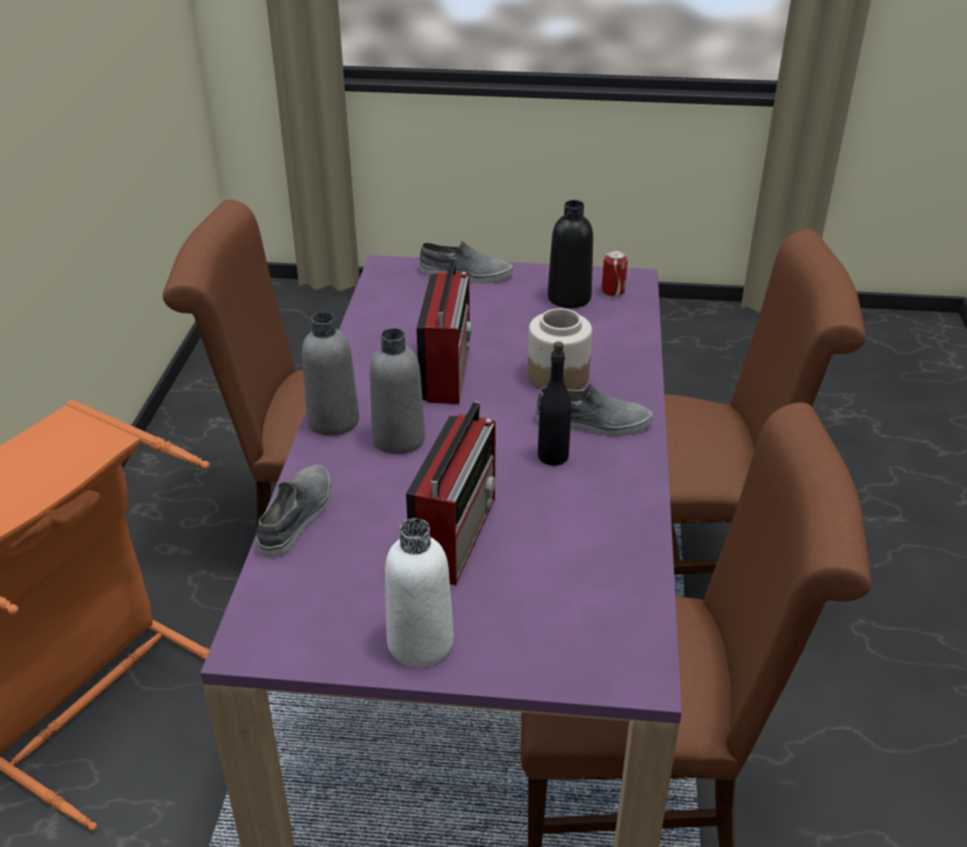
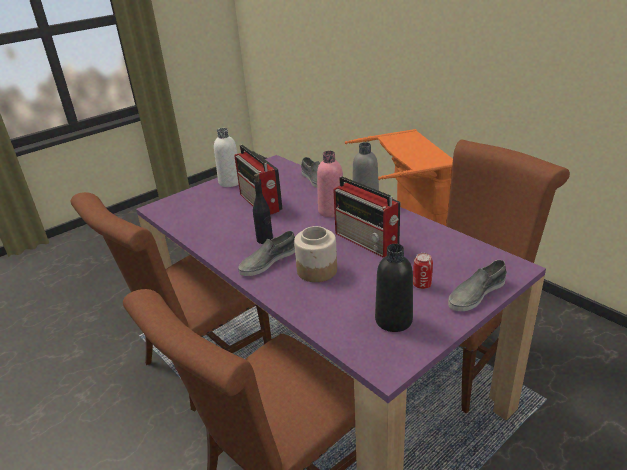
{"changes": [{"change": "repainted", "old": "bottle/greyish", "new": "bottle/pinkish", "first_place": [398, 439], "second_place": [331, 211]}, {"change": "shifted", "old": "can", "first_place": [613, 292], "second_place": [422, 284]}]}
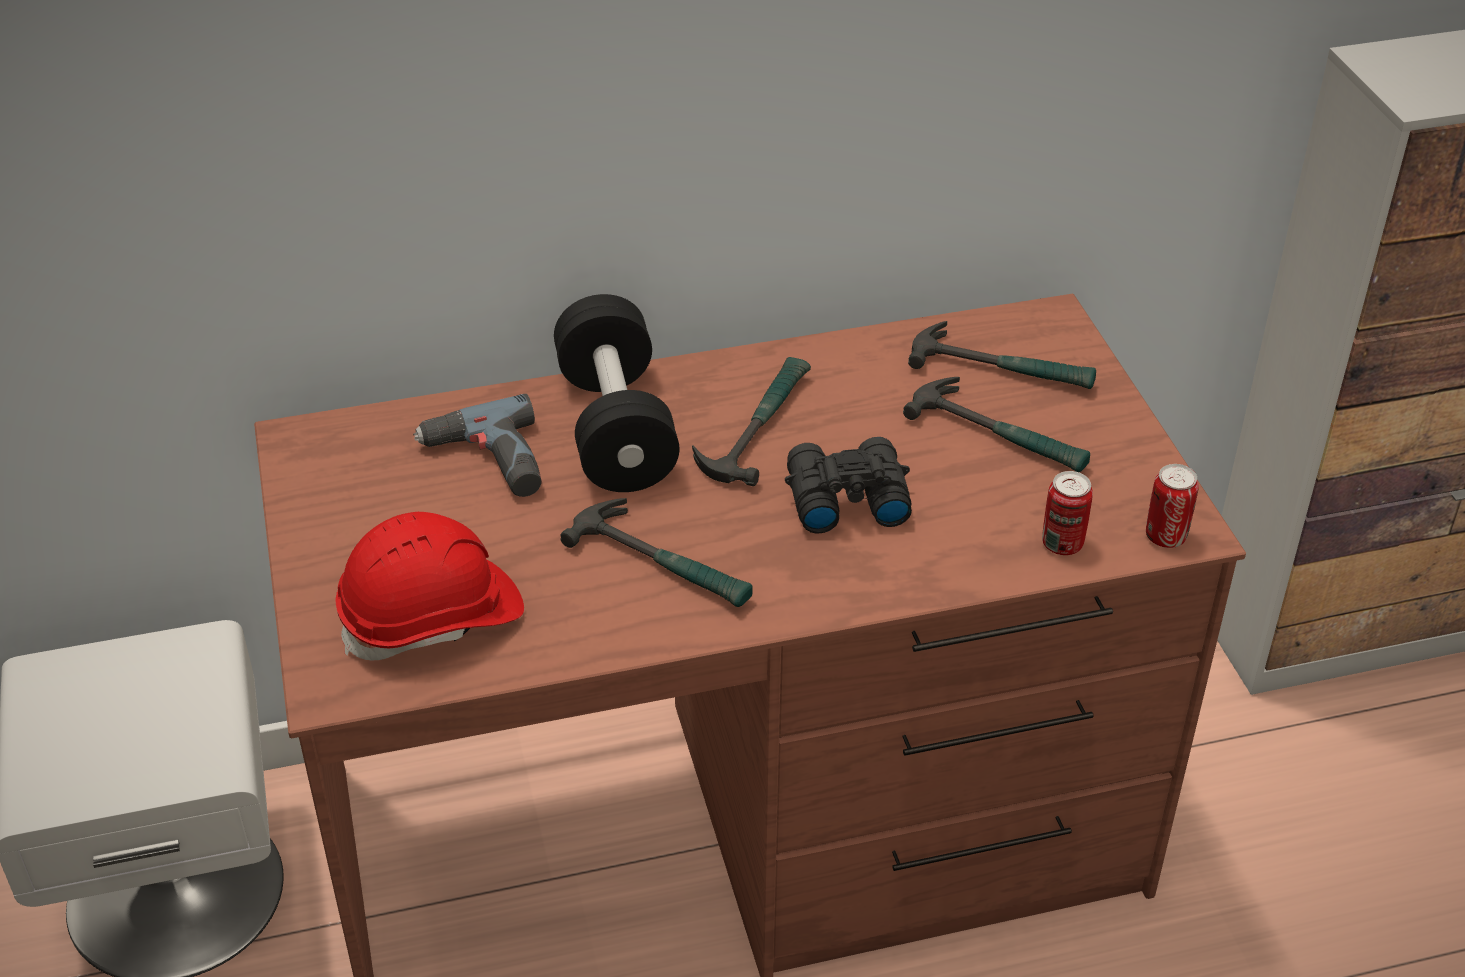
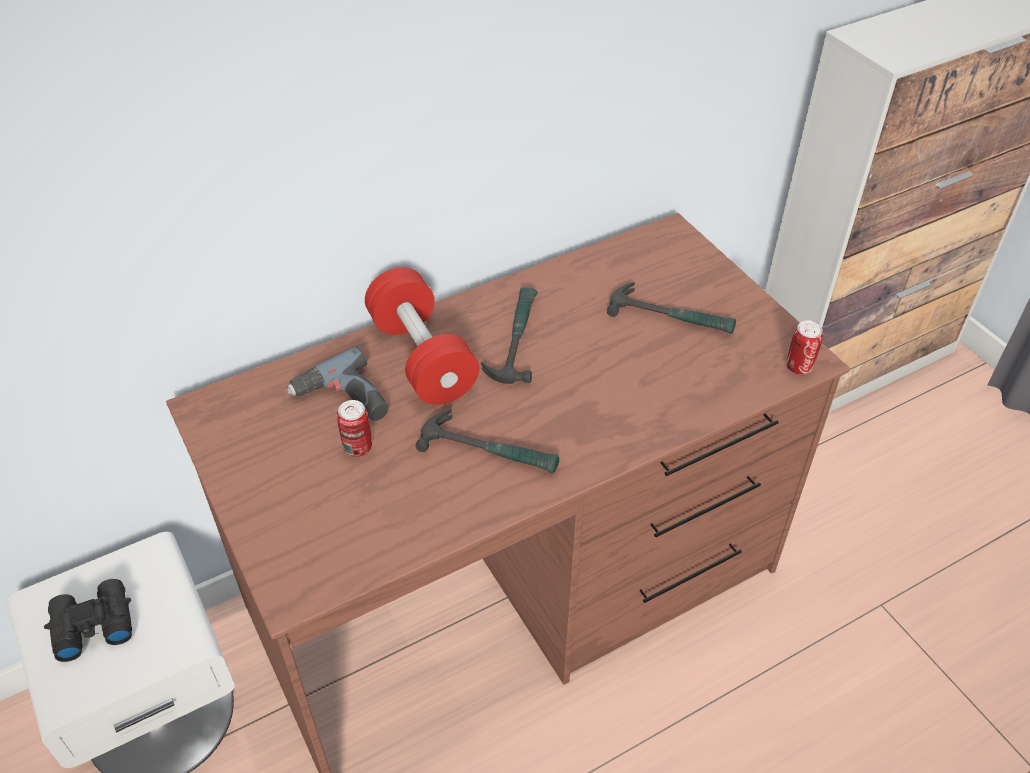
{"changes": [{"change": "shifted", "old": "pair of binoculars/black", "first_place": [844, 497], "second_place": [91, 625]}, {"change": "shifted", "old": "can", "first_place": [1062, 544], "second_place": [357, 447]}, {"change": "repainted", "old": "dumbbell/black", "new": "dumbbell/red-coloured", "first_place": [616, 428], "second_place": [422, 357]}, {"change": "gone", "old": "work helmet/red-coloured", "first_place": [433, 618]}, {"change": "gone", "old": "hammer", "first_place": [1002, 368]}]}
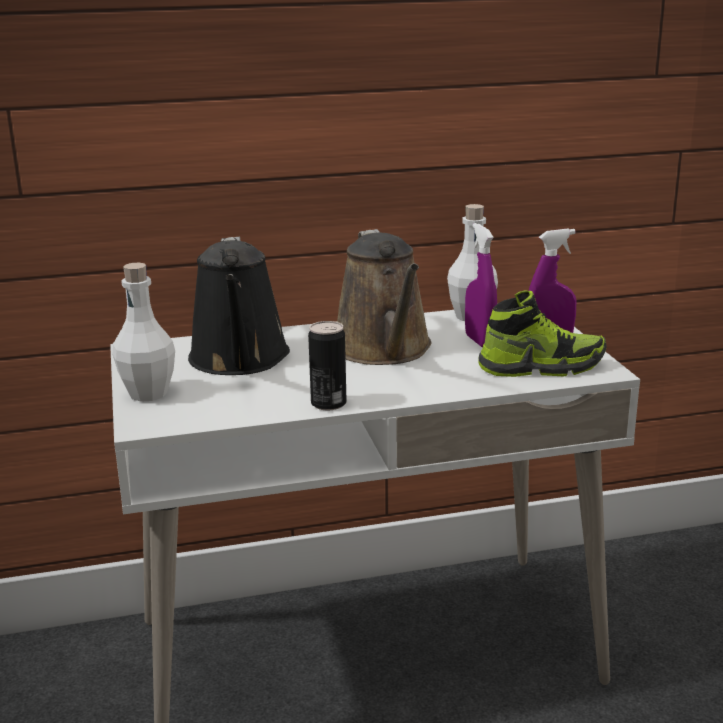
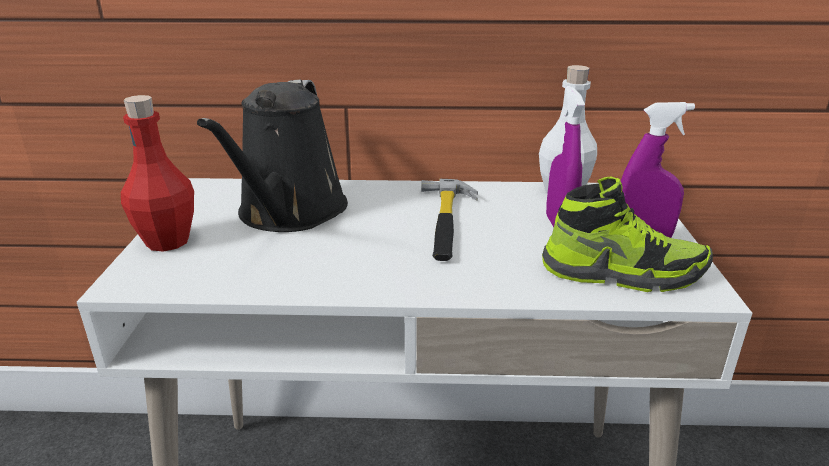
{"changes": [{"change": "repainted", "old": "bottle/white", "new": "bottle/red-coloured", "first_place": [148, 393], "second_place": [167, 241]}, {"change": "swapped", "old": "watering can/brown-coloured", "new": "hammer", "first_place": [384, 350], "second_place": [446, 222]}, {"change": "gone", "old": "can", "first_place": [328, 403]}]}
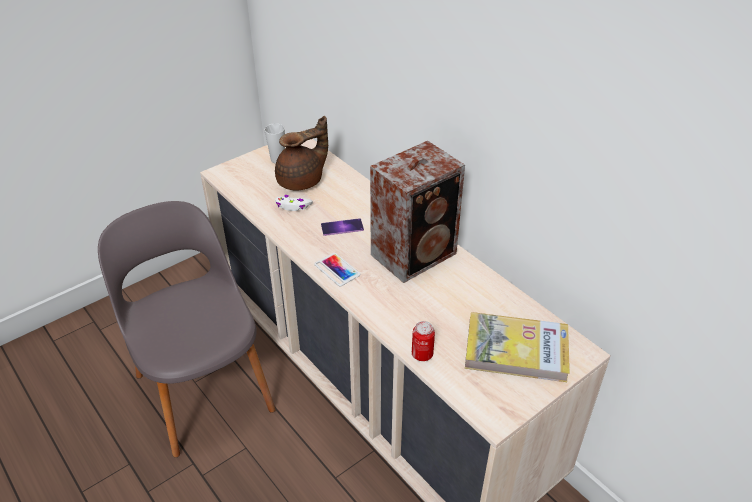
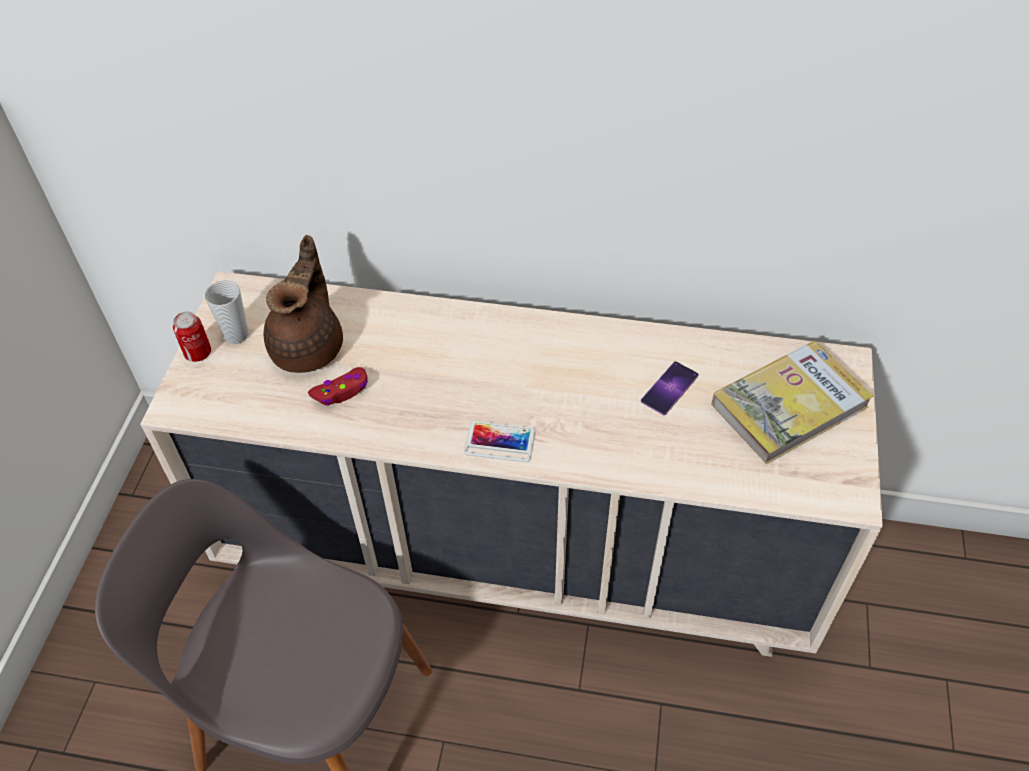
{"changes": [{"change": "shifted", "old": "can", "first_place": [422, 354], "second_place": [198, 353]}, {"change": "repainted", "old": "game controller/white", "new": "game controller/red-coloured", "first_place": [293, 206], "second_place": [341, 391]}, {"change": "shifted", "old": "handset", "first_place": [342, 227], "second_place": [669, 388]}, {"change": "gone", "old": "loudspeaker", "first_place": [416, 253]}]}
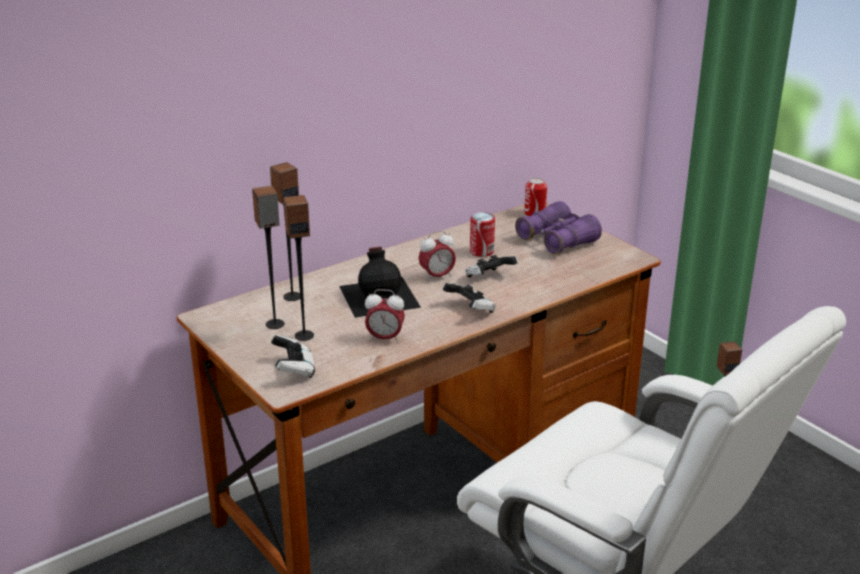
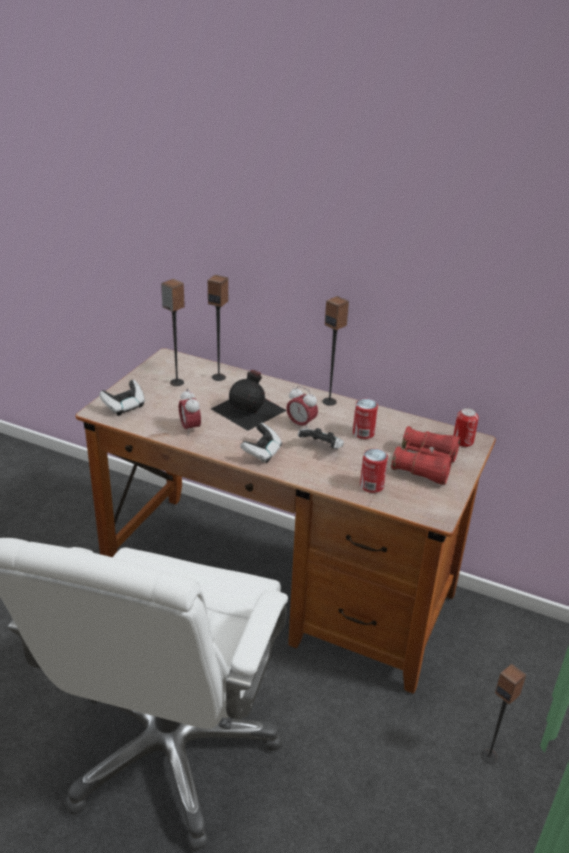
{"changes": [{"change": "shifted", "old": "loudspeaker", "first_place": [304, 335], "second_place": [329, 401]}, {"change": "new", "new": "can", "second_place": [371, 486]}, {"change": "repainted", "old": "pair of binoculars/purplish", "new": "pair of binoculars/red-coloured", "first_place": [557, 240], "second_place": [425, 465]}]}
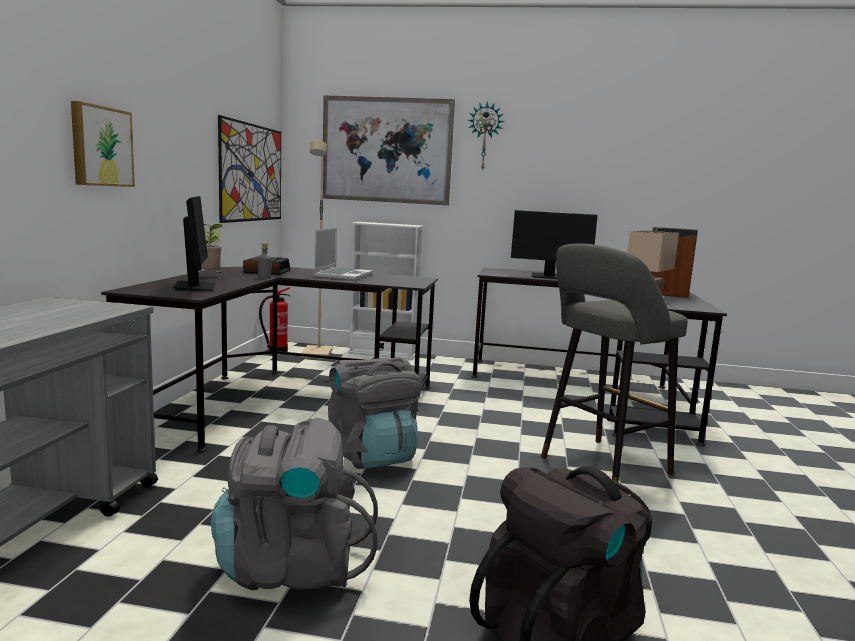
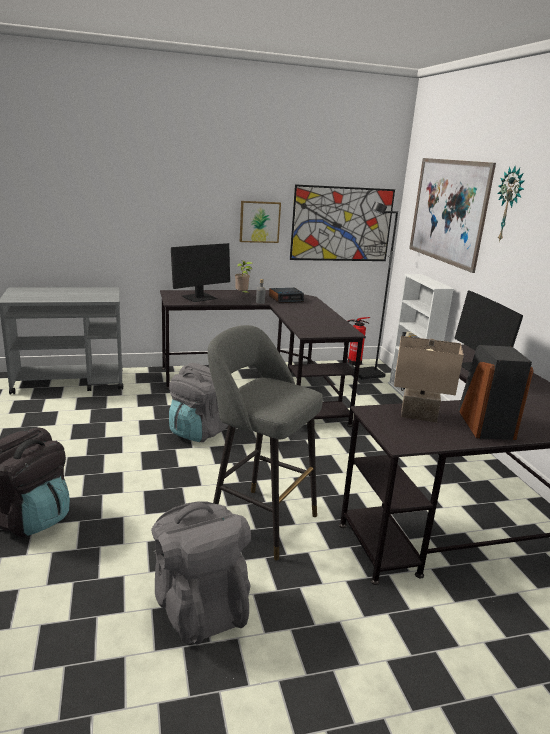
{"changes": [{"change": "shifted", "old": "backpack/greyish", "first_place": [292, 567], "second_place": [199, 605]}, {"change": "shifted", "old": "wall art", "first_place": [100, 146], "second_place": [259, 221]}, {"change": "repainted", "old": "standing lamp/beige-coloured", "new": "standing lamp/black", "first_place": [318, 354], "second_place": [367, 375]}, {"change": "gone", "old": "notebook computer", "first_place": [343, 275]}]}
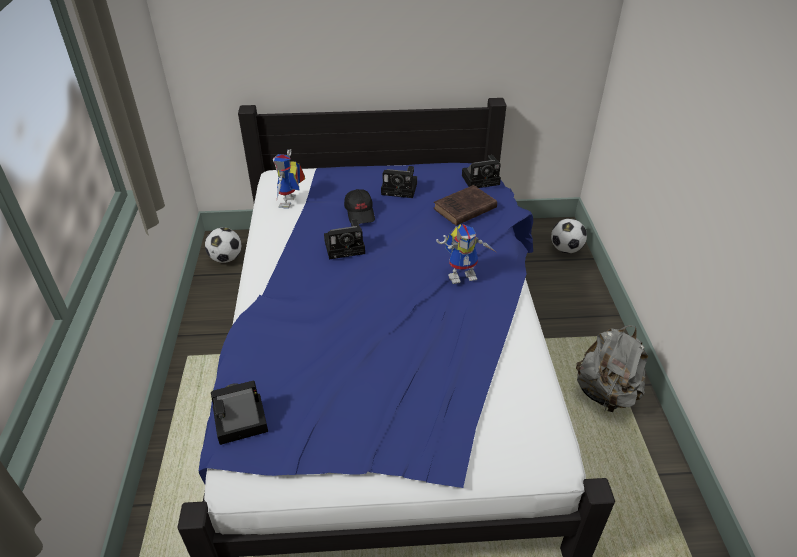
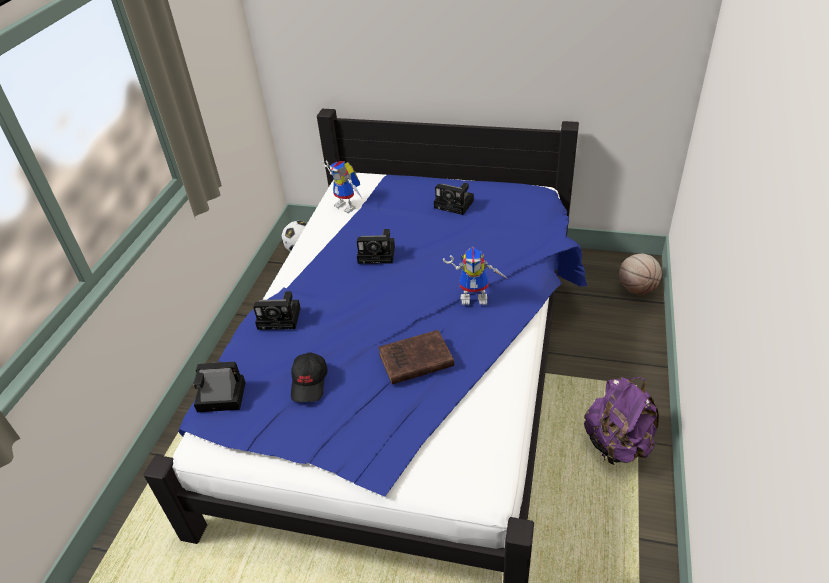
{"changes": [{"change": "shifted", "old": "photo camera", "first_place": [482, 179], "second_place": [281, 318]}, {"change": "shifted", "old": "baseball cap/black", "first_place": [360, 213], "second_place": [310, 383]}, {"change": "rotated", "old": "model robot", "first_place": [290, 203], "second_place": [348, 206], "degrees": -75}, {"change": "shifted", "old": "volume/brown-coloured", "first_place": [463, 209], "second_place": [414, 361]}, {"change": "repainted", "old": "backpack/greyish", "new": "backpack/purplish", "first_place": [606, 393], "second_place": [617, 445]}, {"change": "swapped", "old": "ball for football", "new": "basketball ball", "first_place": [566, 249], "second_place": [637, 288]}]}
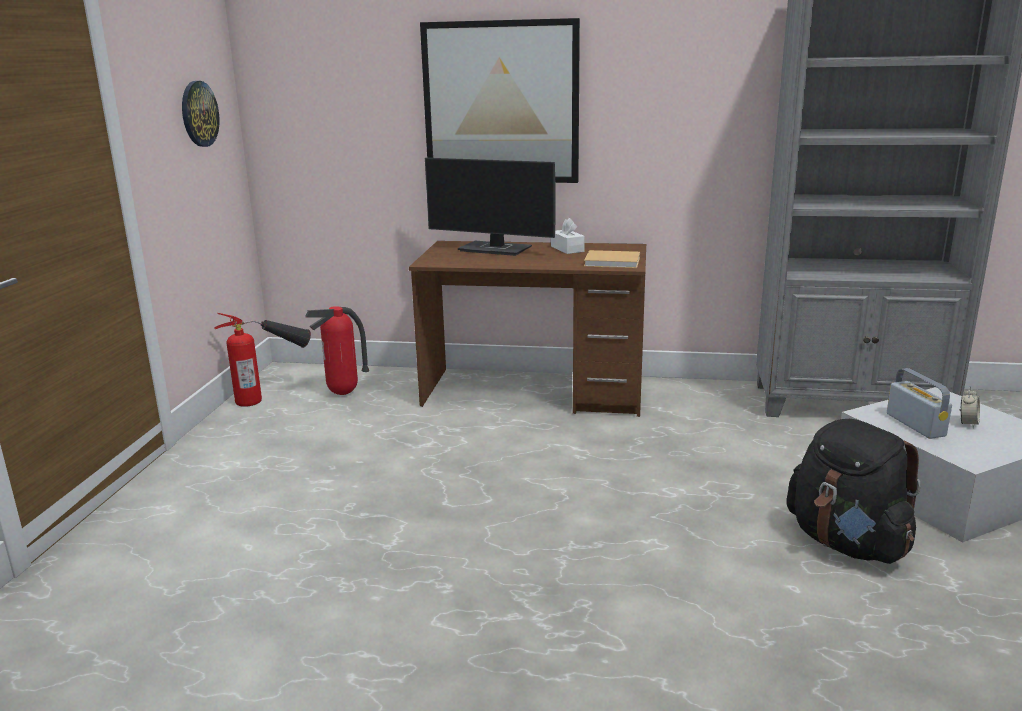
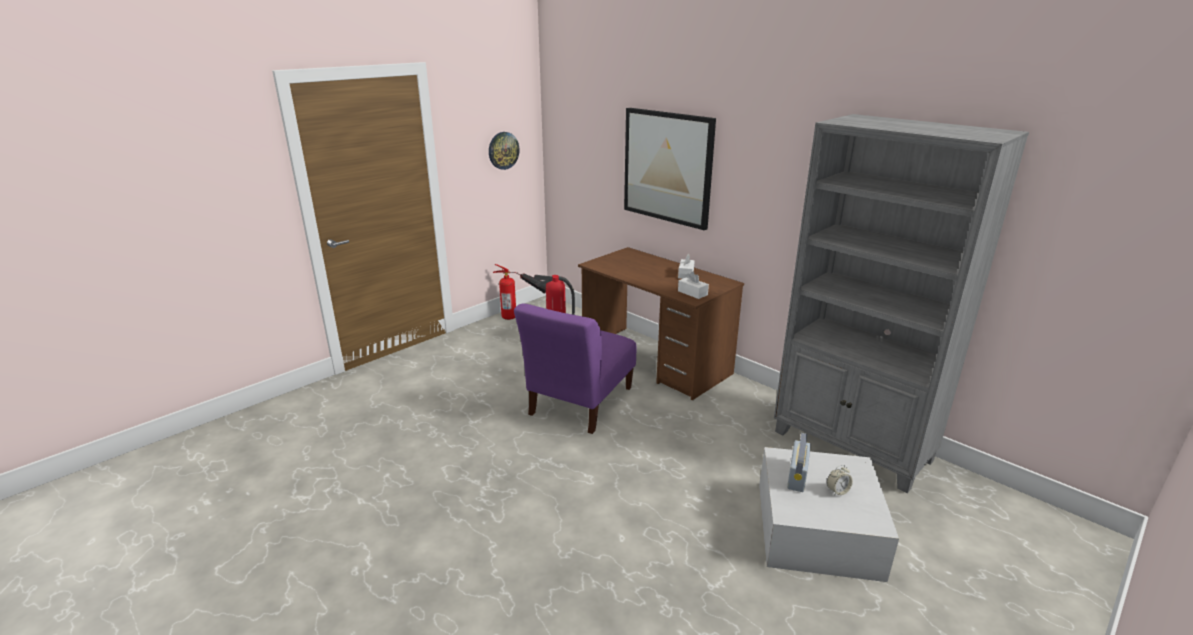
{"changes": [{"change": "new", "new": "upright chair/purplish", "second_place": [579, 404]}, {"change": "swapped", "old": "volume/beige-coloured", "new": "box of tissues/white", "first_place": [614, 262], "second_place": [692, 293]}, {"change": "gone", "old": "monitor", "first_place": [496, 249]}, {"change": "gone", "old": "backpack/black", "first_place": [847, 543]}]}
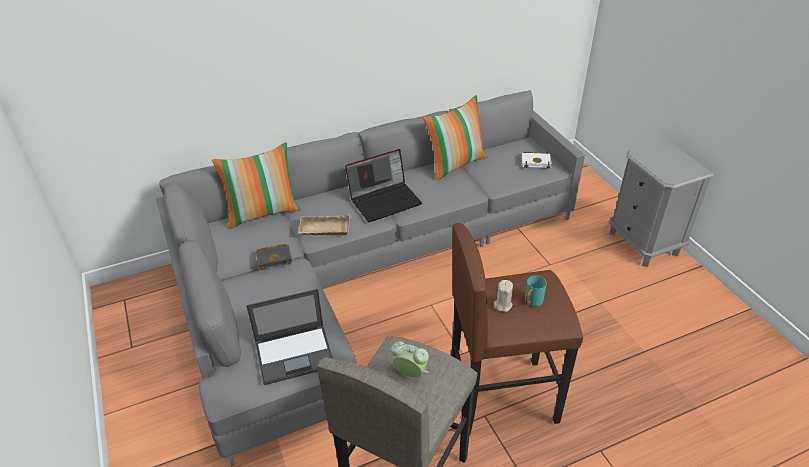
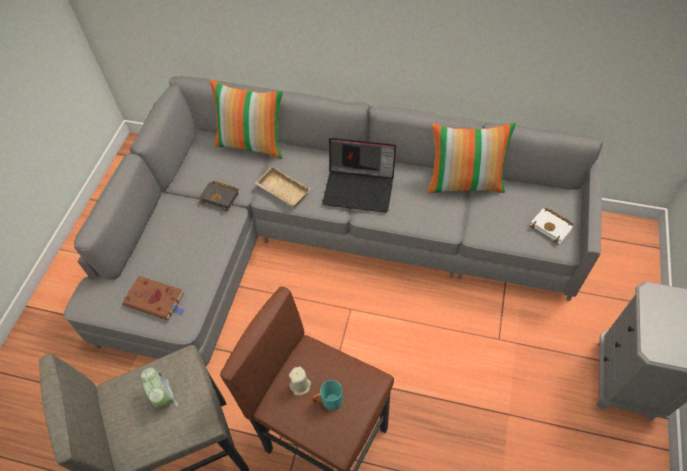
{"changes": [{"change": "swapped", "old": "notebook computer", "new": "volume/brown-coloured", "first_place": [295, 354], "second_place": [156, 300]}]}
